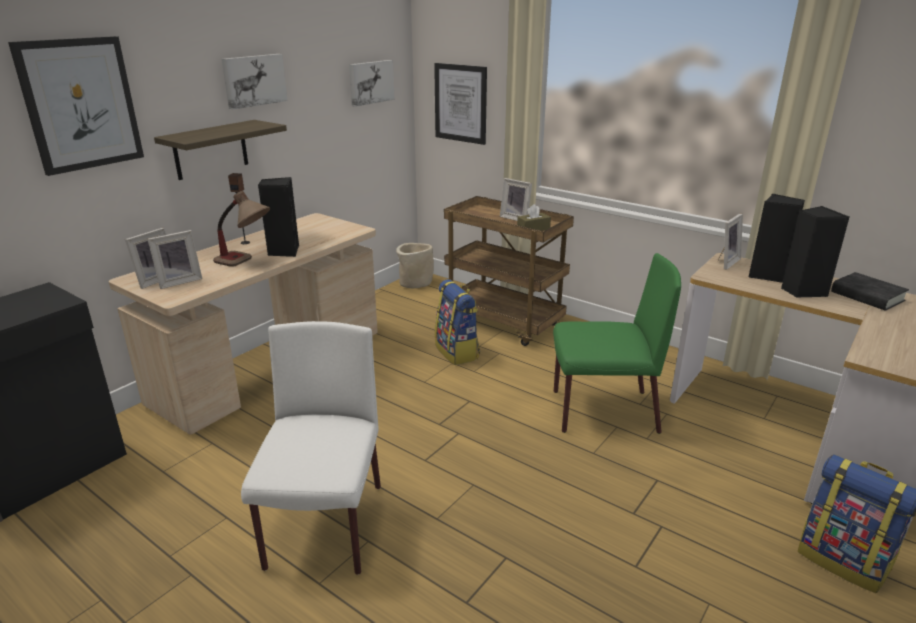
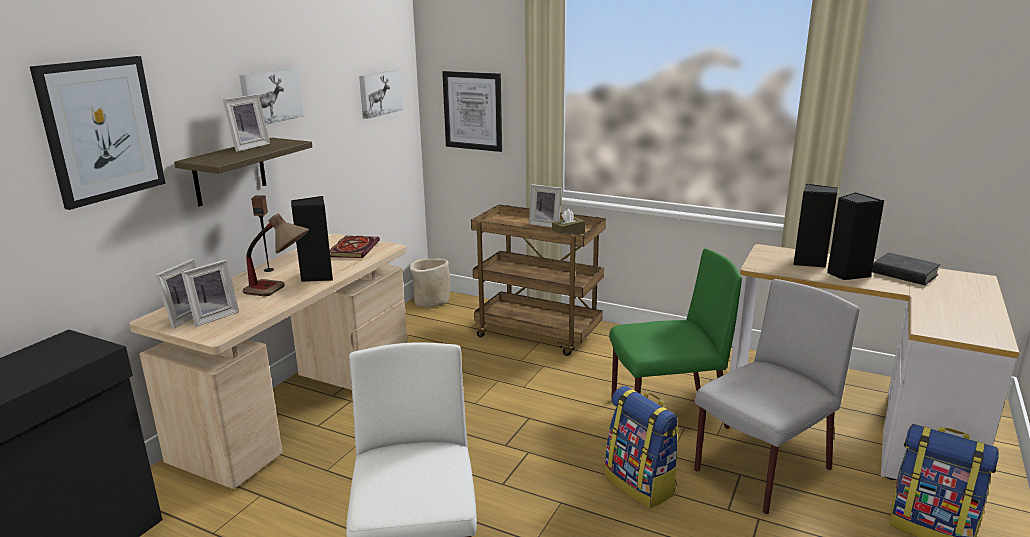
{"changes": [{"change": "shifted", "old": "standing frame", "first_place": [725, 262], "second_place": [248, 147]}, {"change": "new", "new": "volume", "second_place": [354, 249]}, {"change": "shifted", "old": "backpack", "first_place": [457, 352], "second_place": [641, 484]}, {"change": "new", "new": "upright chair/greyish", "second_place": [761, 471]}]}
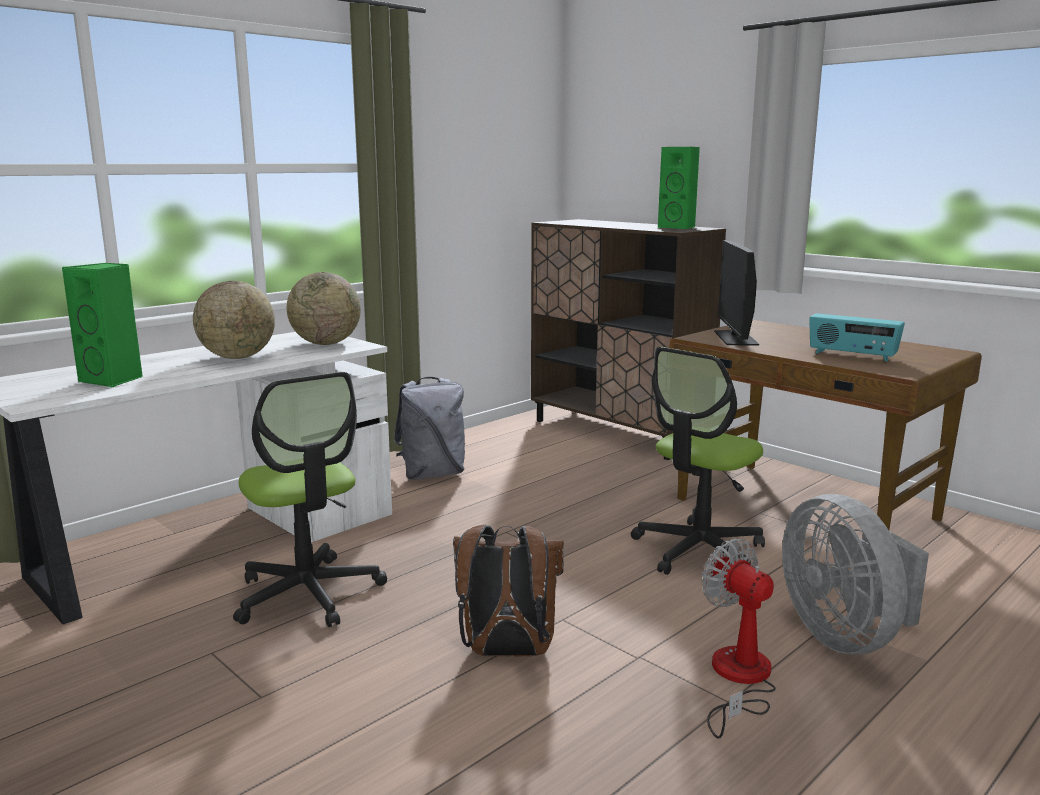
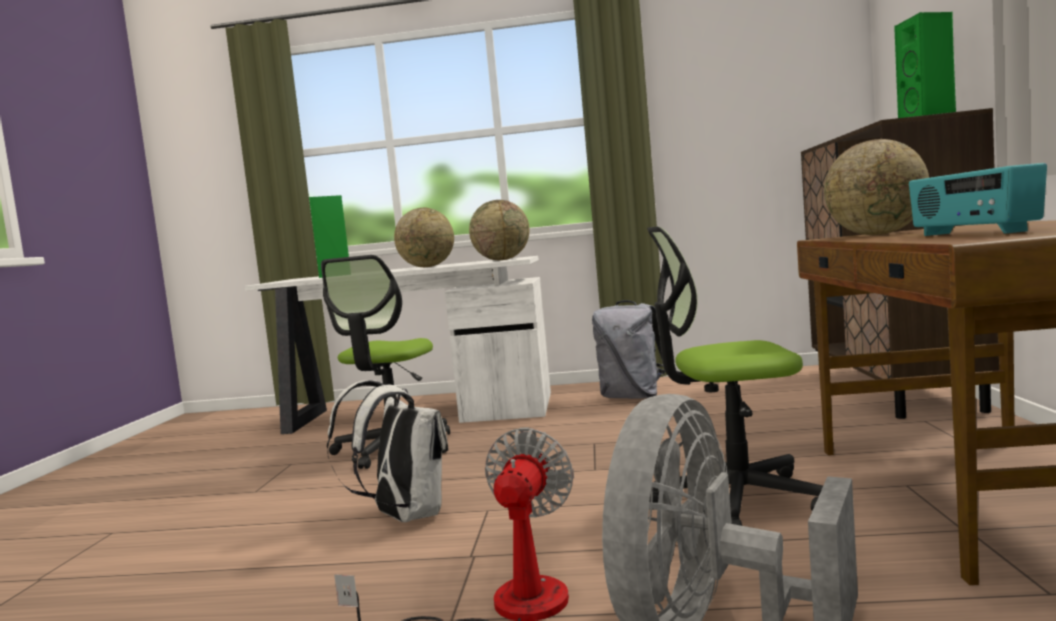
{"changes": [{"change": "repainted", "old": "backpack/brown-coloured", "new": "backpack/white", "first_place": [506, 652], "second_place": [403, 516]}, {"change": "swapped", "old": "monitor", "new": "world globe", "first_place": [735, 338], "second_place": [877, 234]}]}
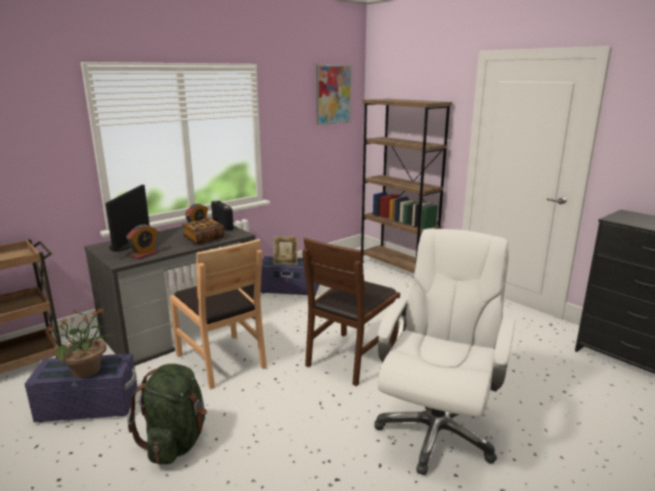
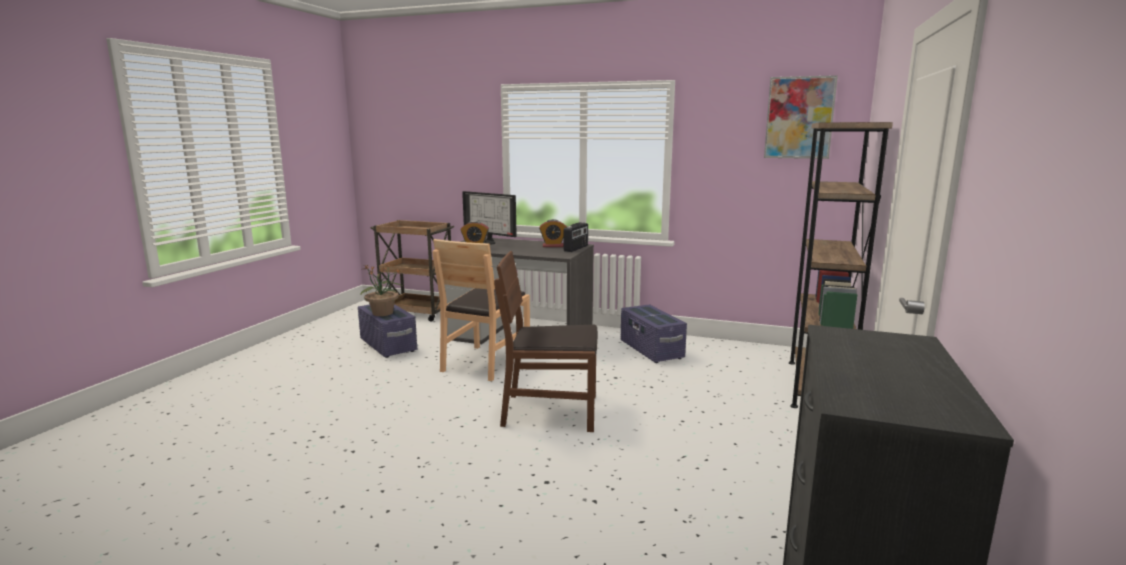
{"changes": [{"change": "rotated", "old": "monitor", "first_place": [125, 246], "second_place": [485, 242], "degrees": -120}, {"change": "gone", "old": "backpack/greenish", "first_place": [176, 442]}, {"change": "gone", "old": "volume", "first_place": [204, 239]}, {"change": "gone", "old": "standing frame", "first_place": [285, 263]}, {"change": "gone", "old": "computer chair/white", "first_place": [436, 431]}]}
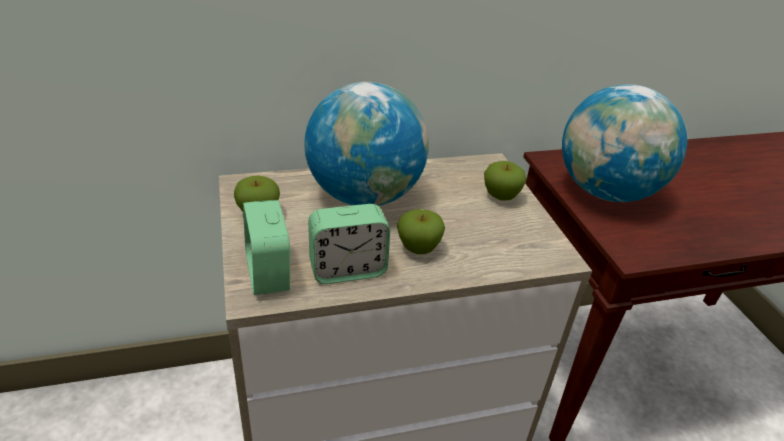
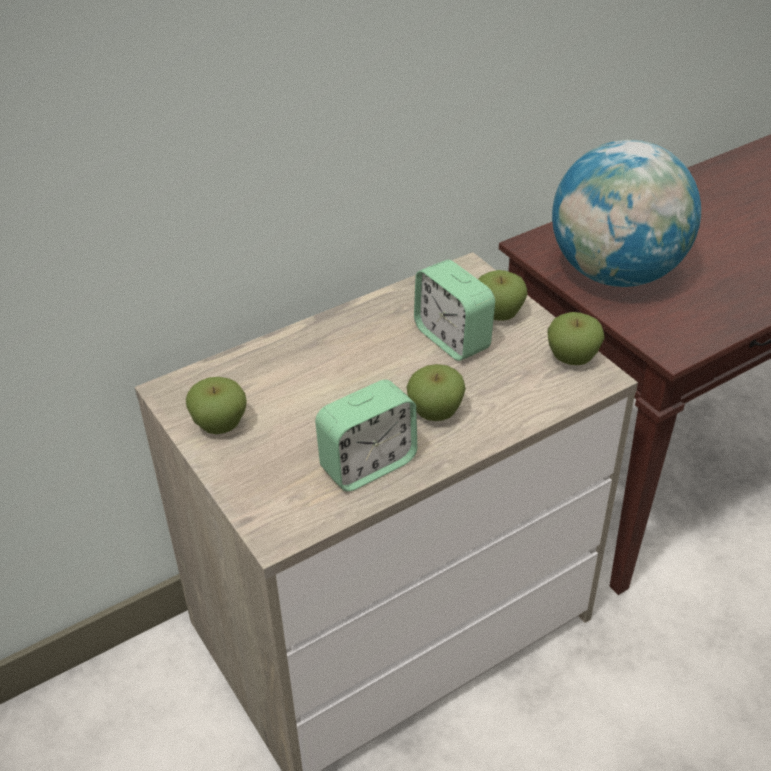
{"changes": [{"change": "shifted", "old": "bedside clock", "first_place": [268, 273], "second_place": [452, 339]}, {"change": "new", "new": "whole apple", "second_place": [572, 359]}, {"change": "gone", "old": "world globe", "first_place": [364, 195]}]}
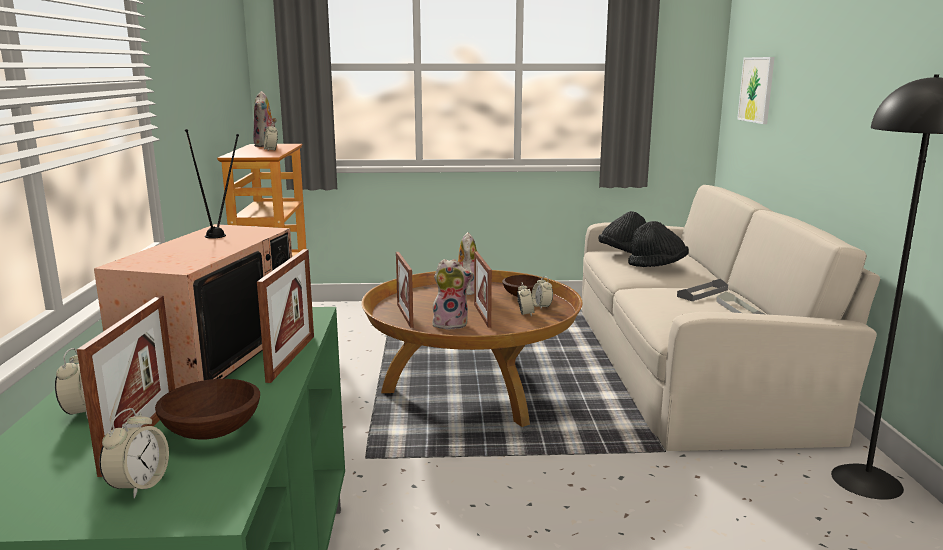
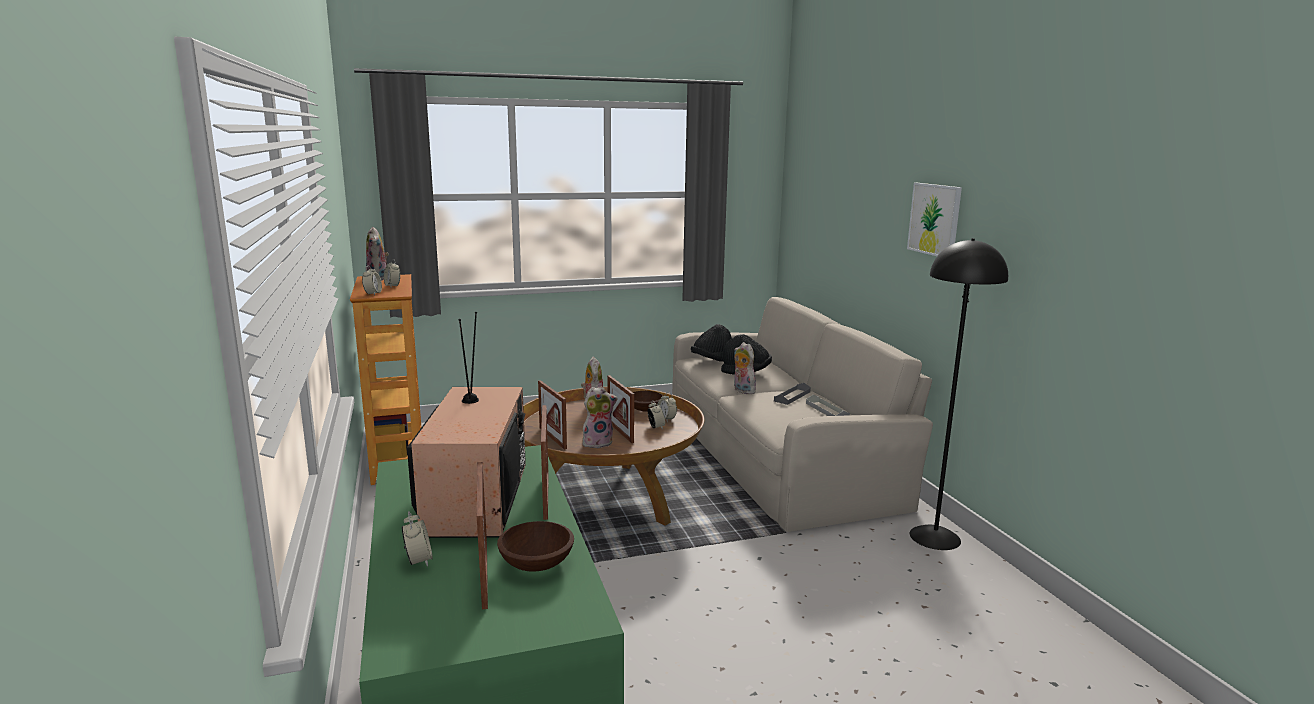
{"changes": [{"change": "shifted", "old": "bedside clock", "first_place": [139, 485], "second_place": [373, 294]}, {"change": "new", "new": "cuddly toy", "second_place": [742, 390]}, {"change": "shifted", "old": "wall art", "first_place": [757, 89], "second_place": [934, 219]}]}
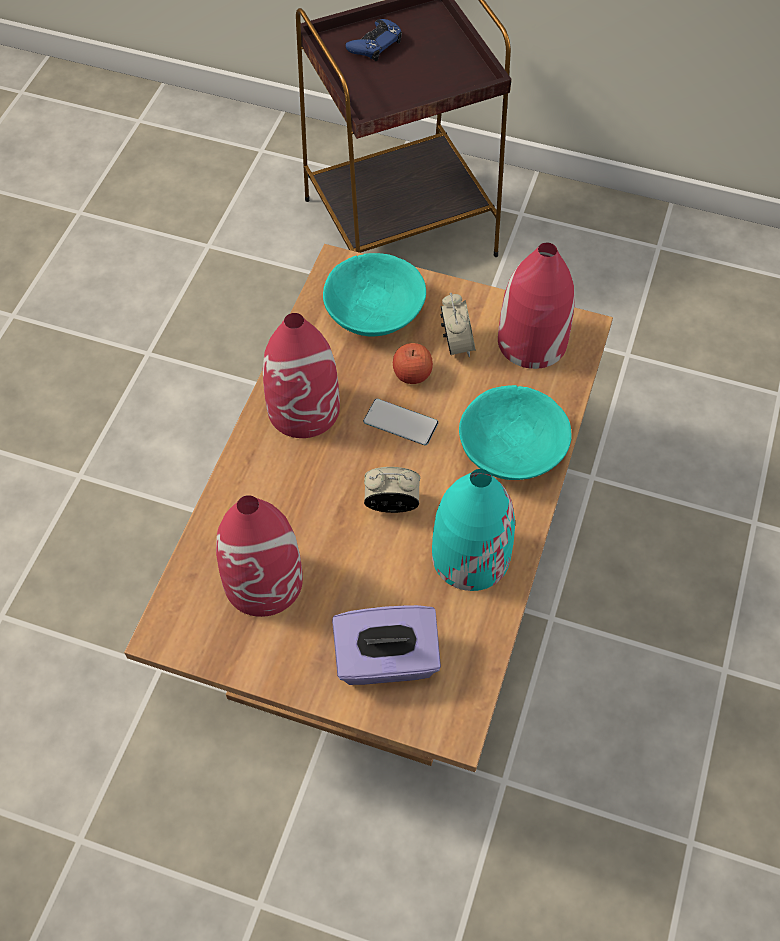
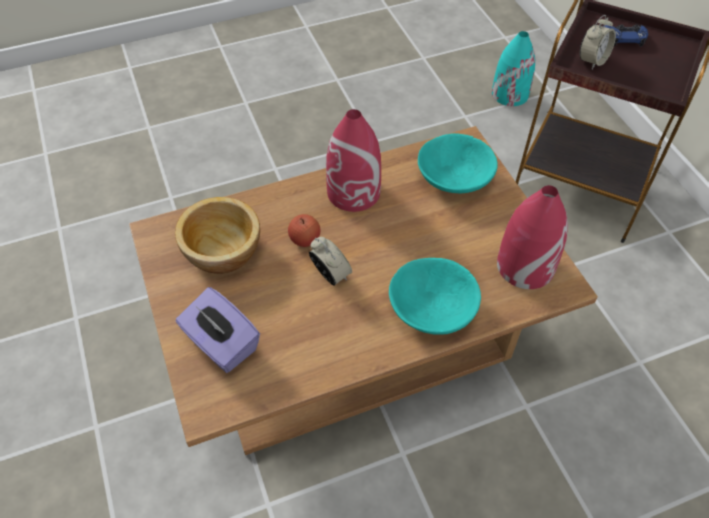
{"changes": [{"change": "swapped", "old": "flower vase/red-coloured", "new": "bowl", "first_place": [264, 580], "second_place": [224, 251]}, {"change": "shifted", "old": "whole apple", "first_place": [412, 374], "second_place": [305, 239]}, {"change": "shifted", "old": "flower vase/turquoise", "first_place": [469, 556], "second_place": [509, 94]}, {"change": "shifted", "old": "bedside clock", "first_place": [456, 344], "second_place": [592, 60]}, {"change": "gone", "old": "handset", "first_place": [400, 422]}]}
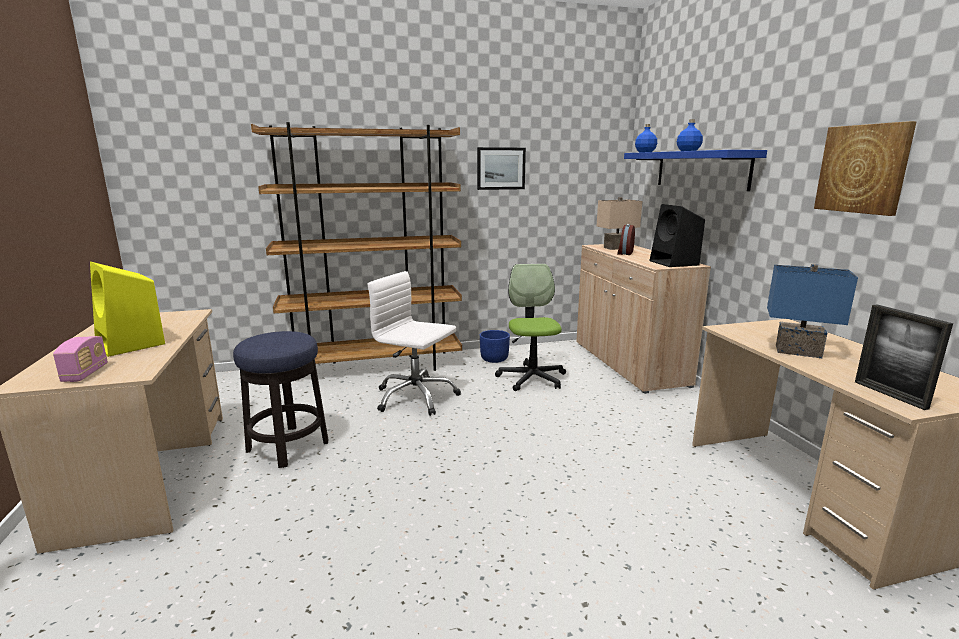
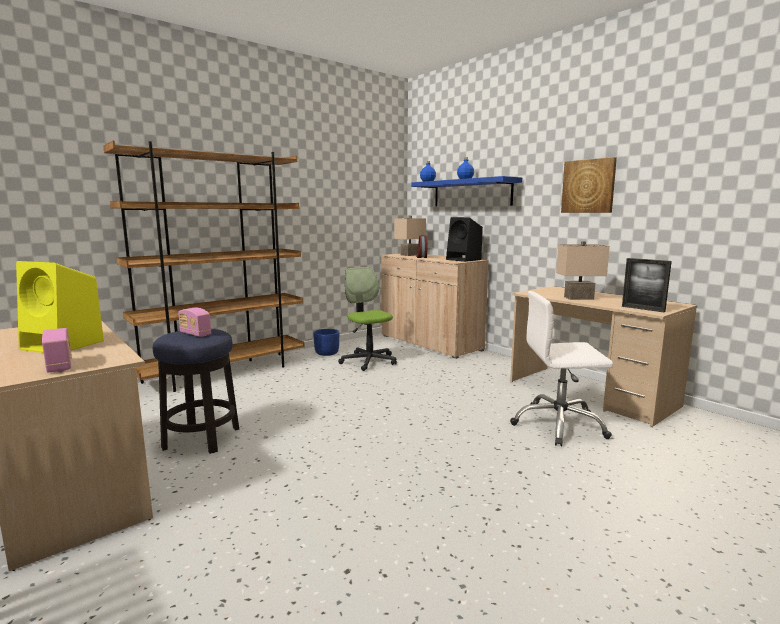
{"changes": [{"change": "new", "new": "radio", "second_place": [195, 334]}, {"change": "shifted", "old": "computer chair/white", "first_place": [415, 397], "second_place": [558, 425]}, {"change": "repainted", "old": "lamp for a table/blue", "new": "lamp for a table/beige-coloured", "first_place": [798, 351], "second_place": [578, 298]}, {"change": "gone", "old": "wall art", "first_place": [500, 168]}]}
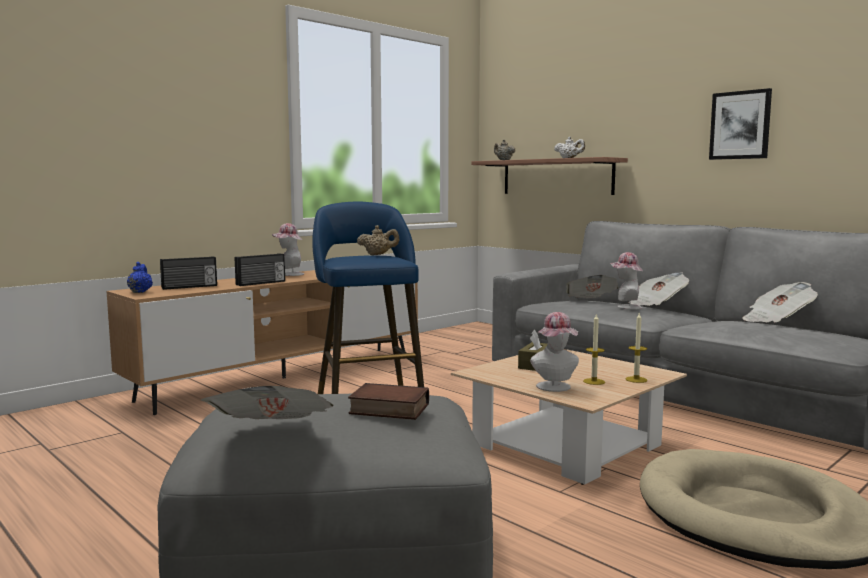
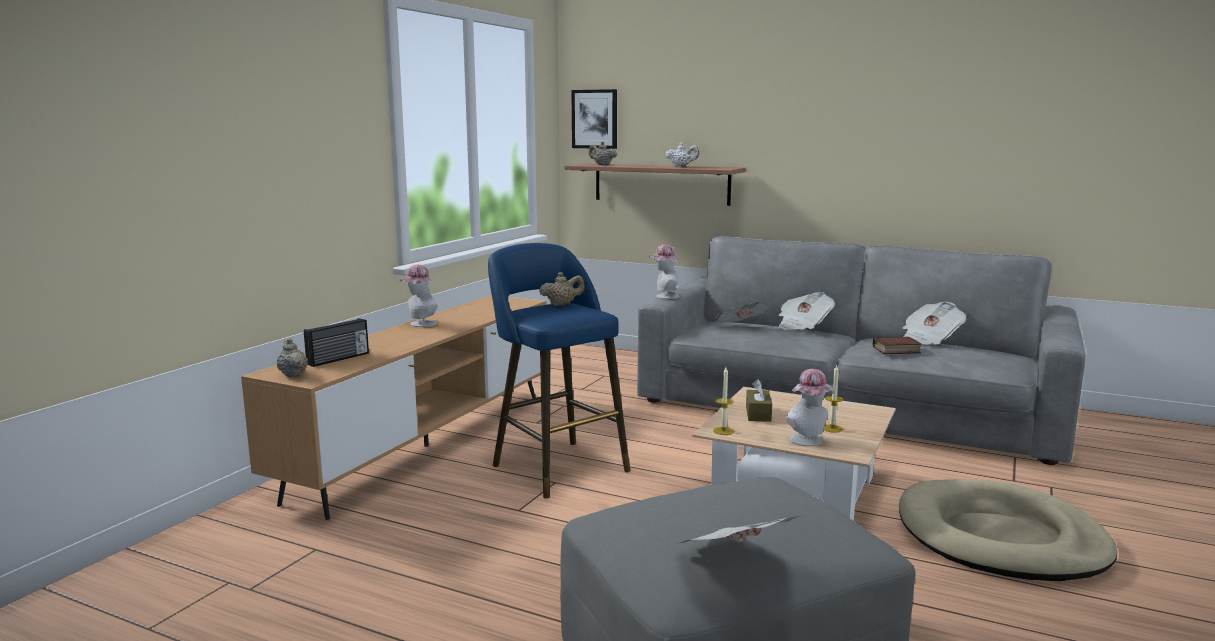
{"changes": [{"change": "repainted", "old": "pot for tea/blue", "new": "pot for tea/beige-coloured", "first_place": [140, 292], "second_place": [293, 374]}, {"change": "shifted", "old": "wall art", "first_place": [740, 125], "second_place": [595, 119]}, {"change": "shifted", "old": "hat", "first_place": [626, 307], "second_place": [664, 296]}, {"change": "shifted", "old": "wax candle", "first_place": [636, 379], "second_place": [723, 431]}, {"change": "shifted", "old": "volume", "first_place": [387, 409], "second_place": [896, 350]}, {"change": "gone", "old": "radio", "first_place": [261, 283]}]}
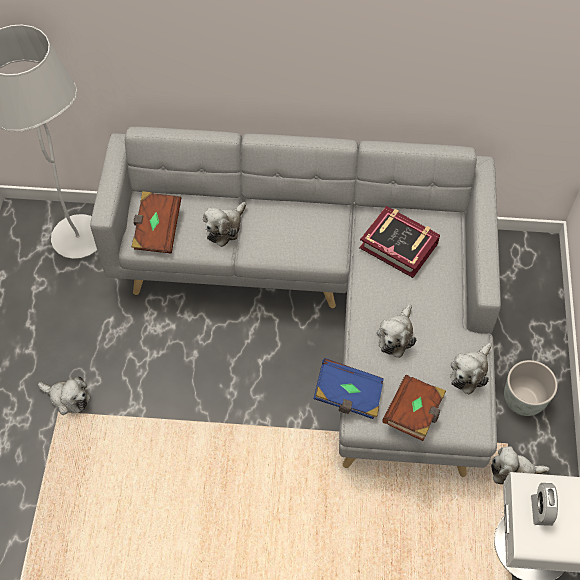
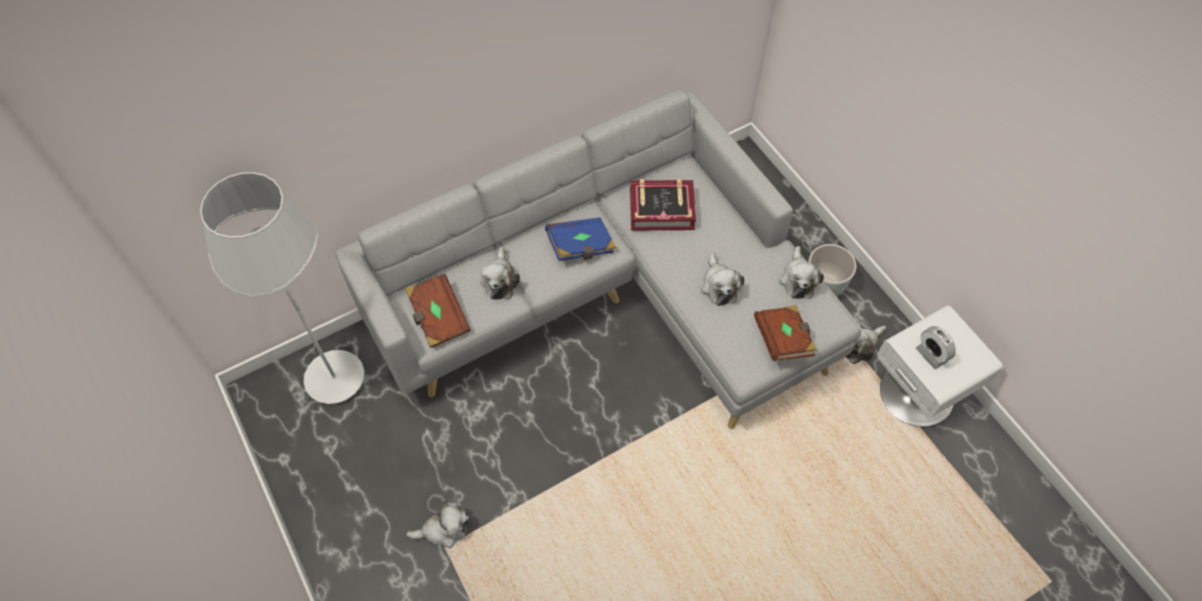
{"changes": [{"change": "shifted", "old": "volume/blue", "first_place": [348, 396], "second_place": [581, 247]}]}
